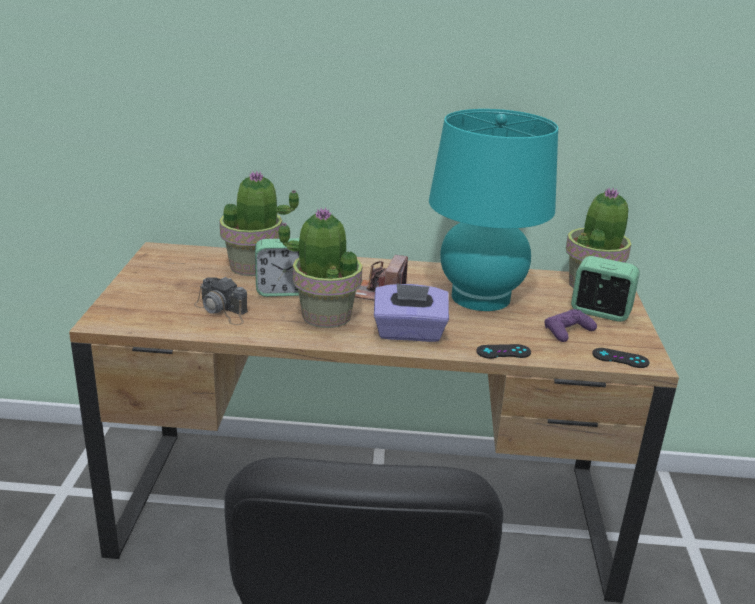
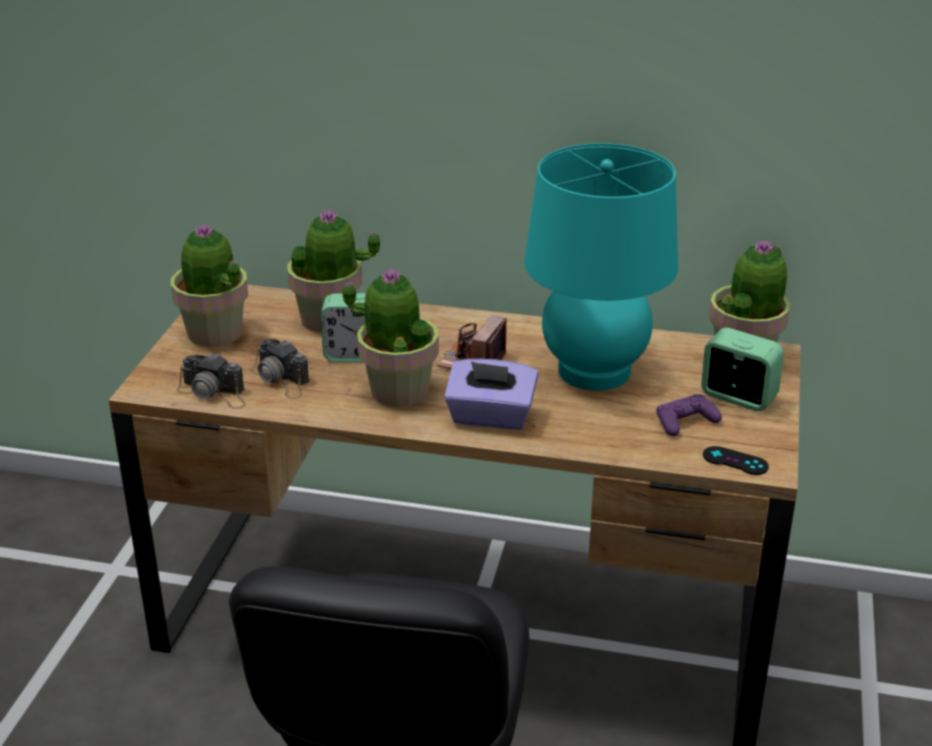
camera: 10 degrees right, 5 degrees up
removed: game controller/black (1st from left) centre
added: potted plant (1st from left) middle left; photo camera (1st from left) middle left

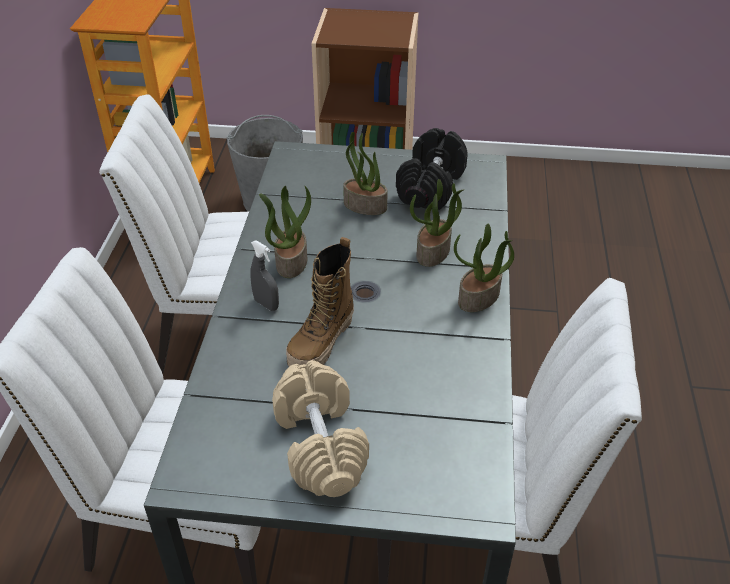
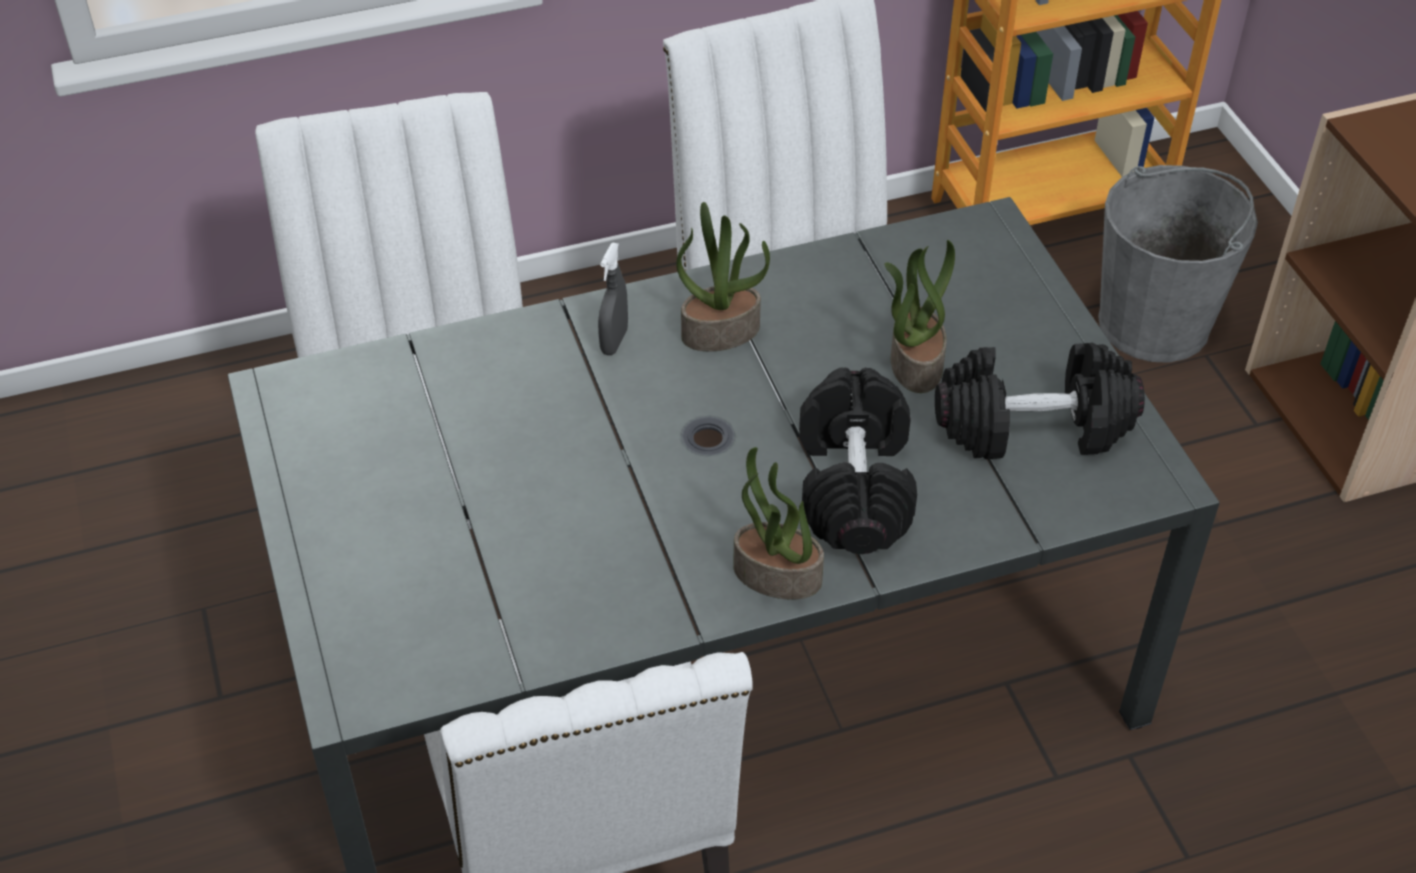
camera: 65 degrees right, 5 degrees up
removed: dumbbell/beige bottom centre; boot centre
replaced: potted plant (3rd from left) centre to dumbbell/black (1st from left) centre

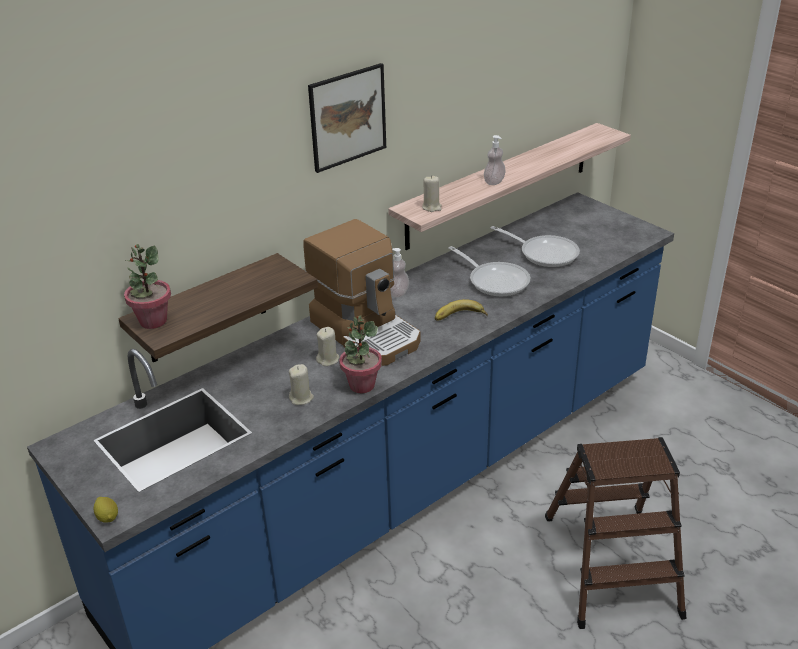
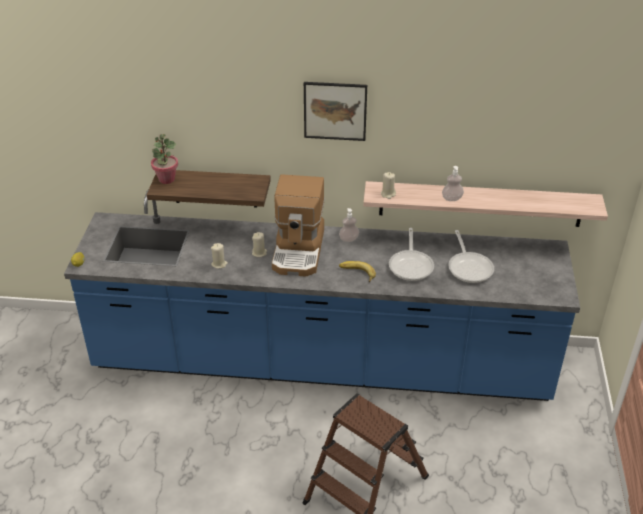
camera: 45 degrees right, 5 degrees up
removed: potted plant (2nd from left) centre

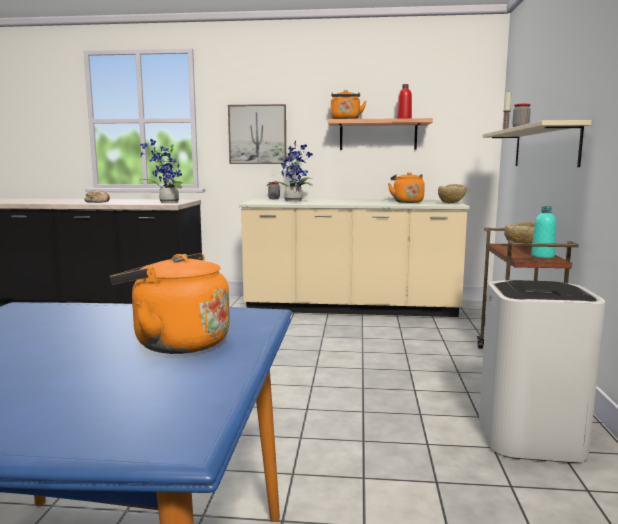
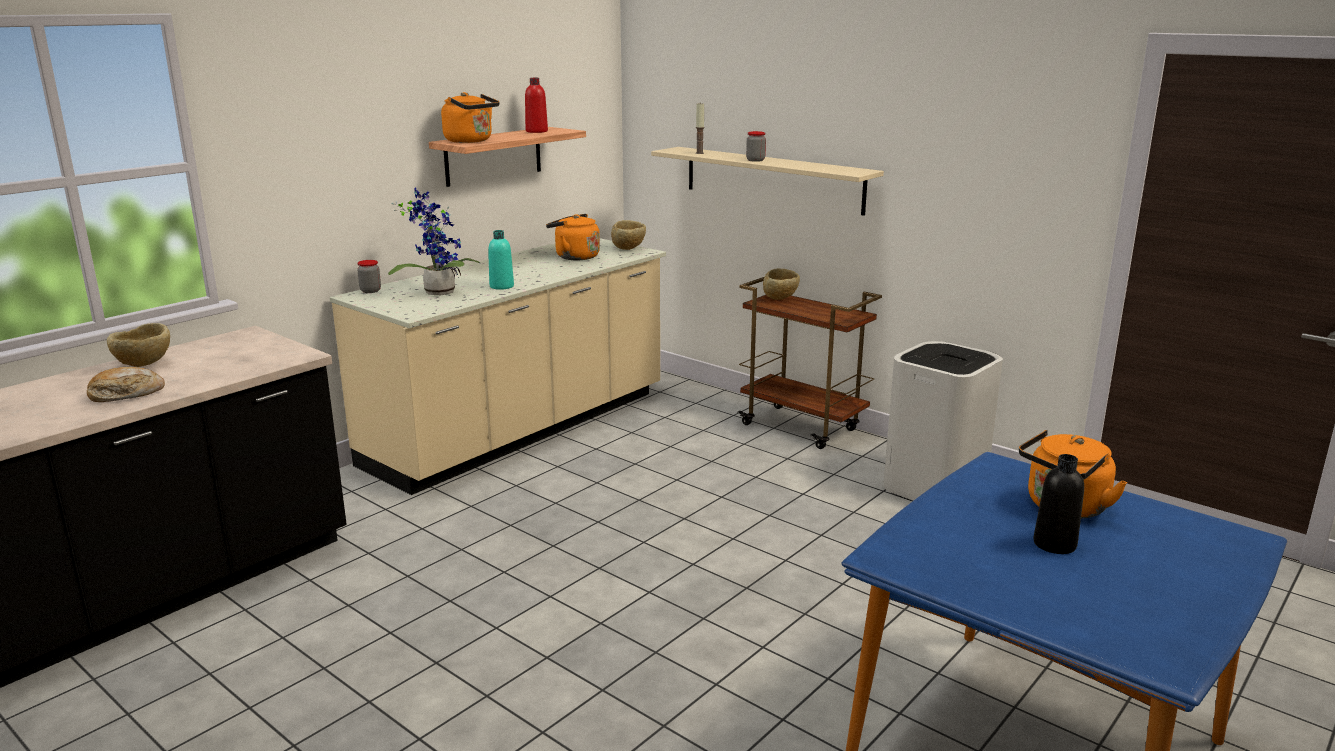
camera: 55 degrees left, 10 degrees up
removed: potted plant (1st from left) top left; picture top centre
added: bowl/beige (1st from left) middle left; bottle/black bottom right
moved: bottle/turquoise middle right to centre

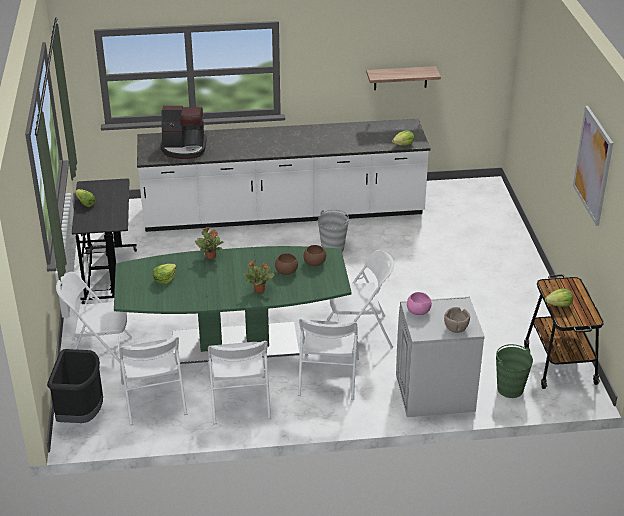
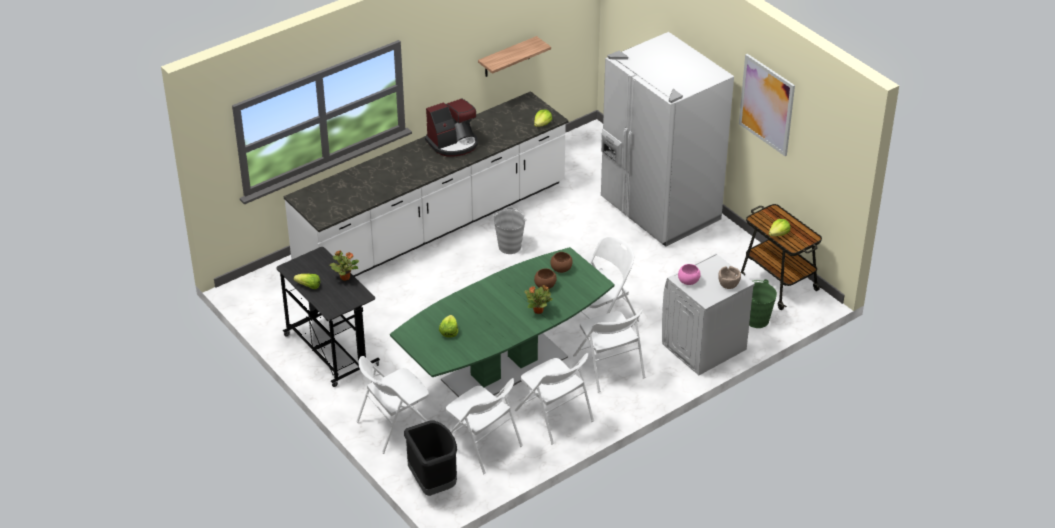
camera: 30 degrees left, 5 degrees up
added: fridge/white top centre
moved: potted plant (1st from left) centre to middle left; coffee machine top left to top centre

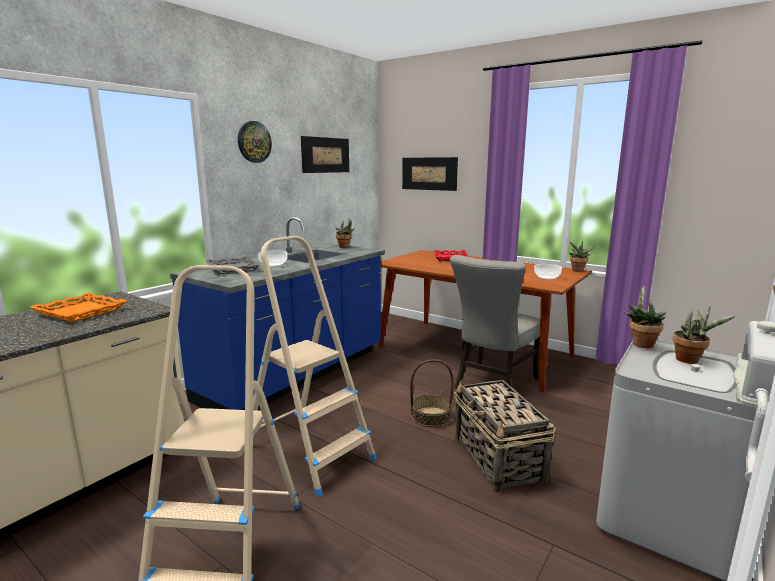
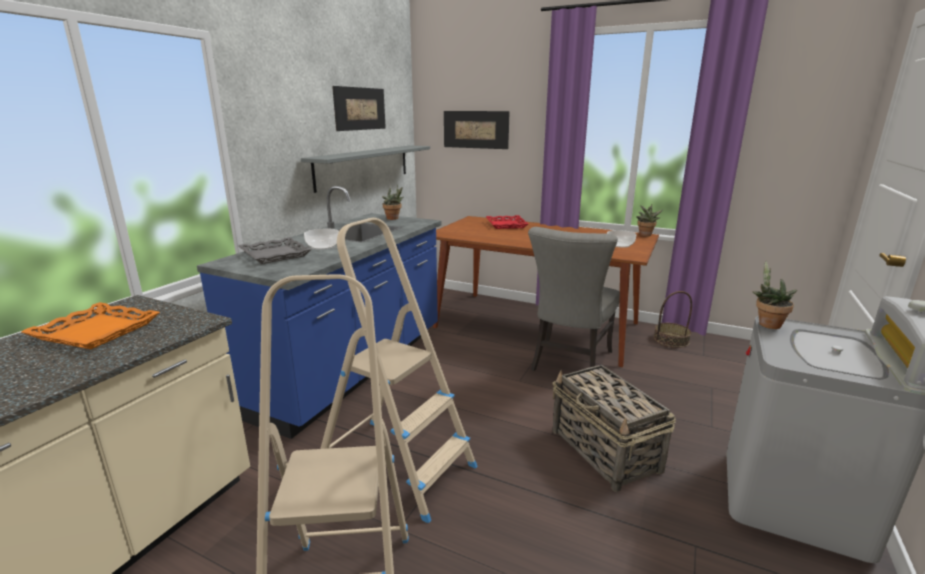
camera: 10 degrees left, 5 degrees up
removed: wall clock top left; potted plant (4th from left) middle right
added: shelf/grey top centre
moved: basket (1st from left in the first image) bottom centre to basket (2nd from left) middle right

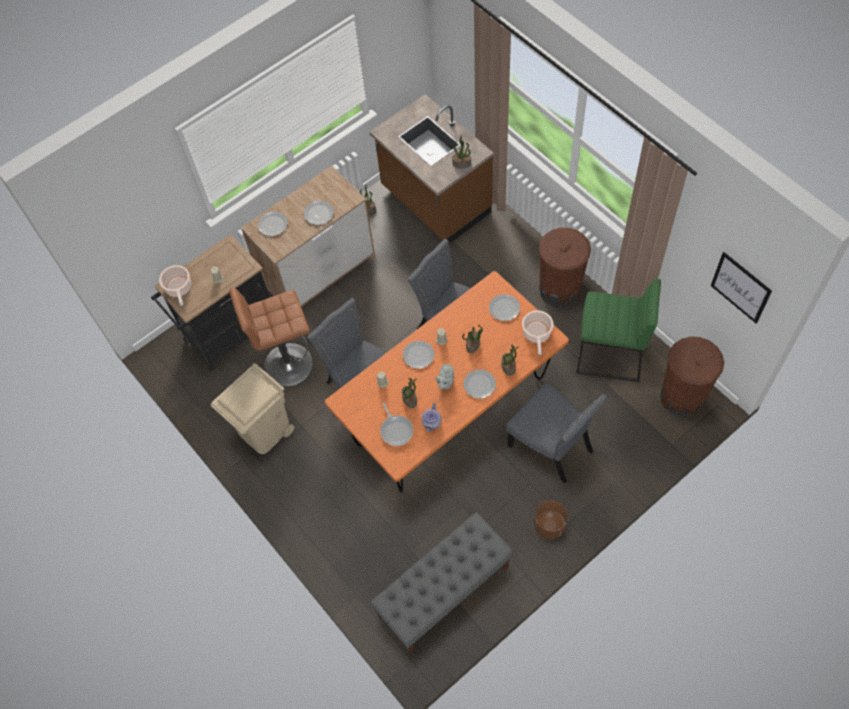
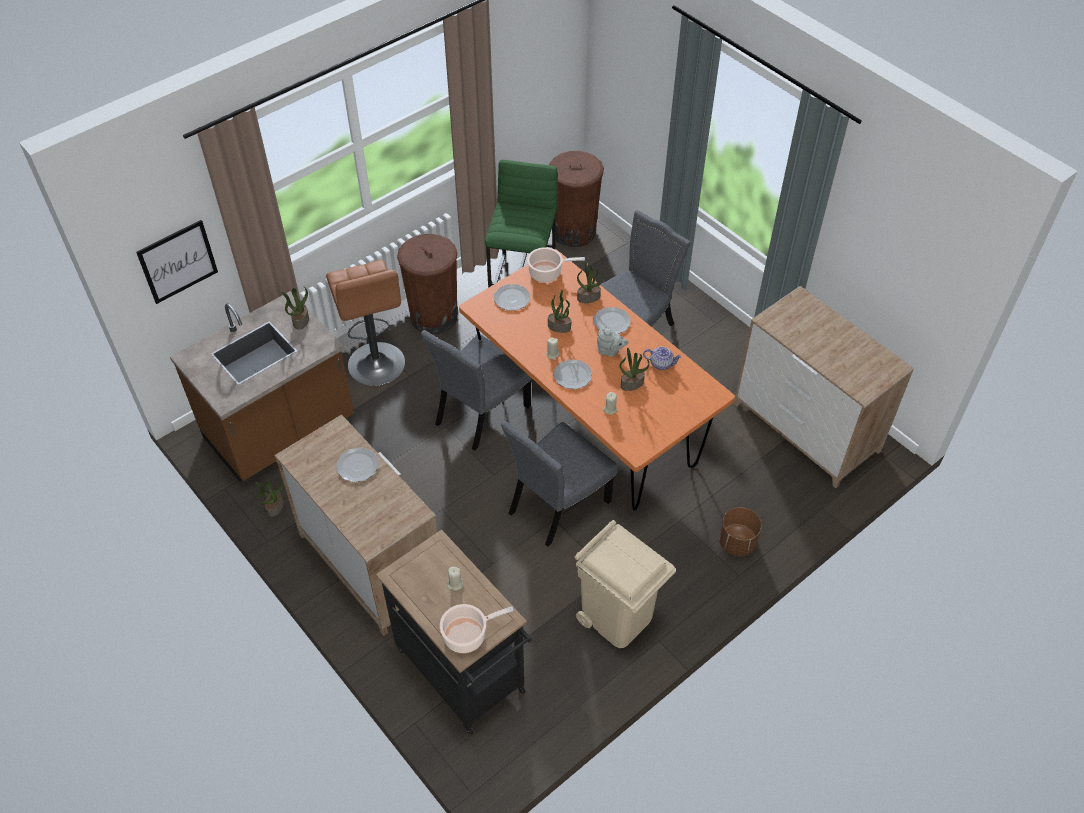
camera: 95 degrees left, 10 degrees down
removed: plate (1st from left) top left; frying pan centre
moved: picture middle right to top left; stool/brown middle left to centre; planter/brown bottom centre to middle right
replaced: bench/grey bottom centre to dresser (2nd from left) middle right

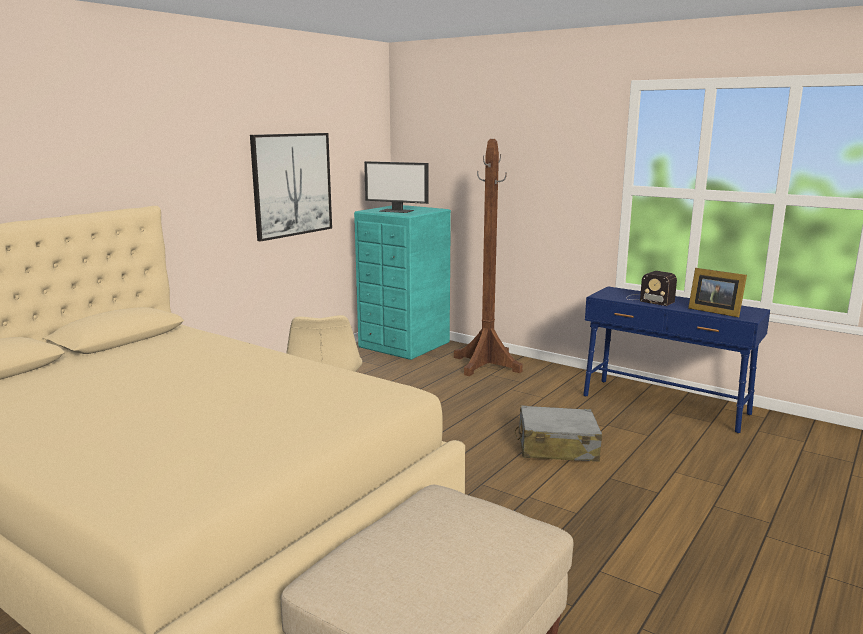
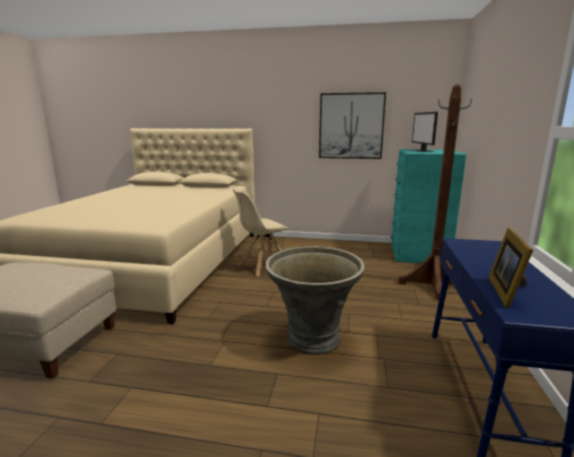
camera: 65 degrees right, 0 degrees up
removed: radio middle right
replaced: suitcase/grey bottom centre to planter/grey centre

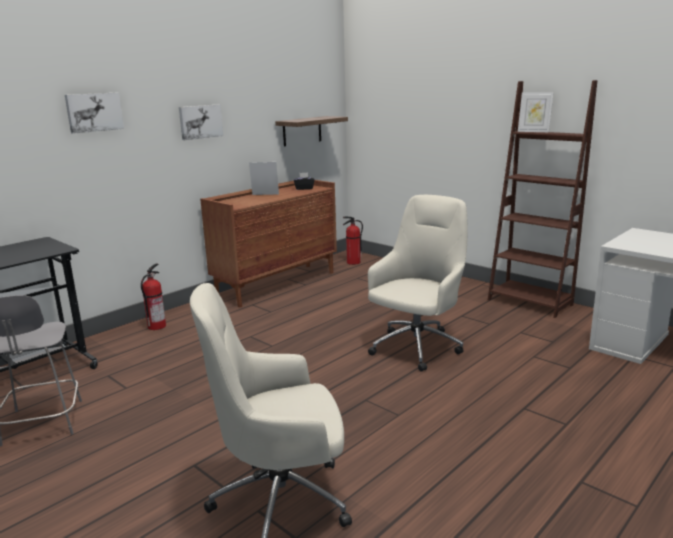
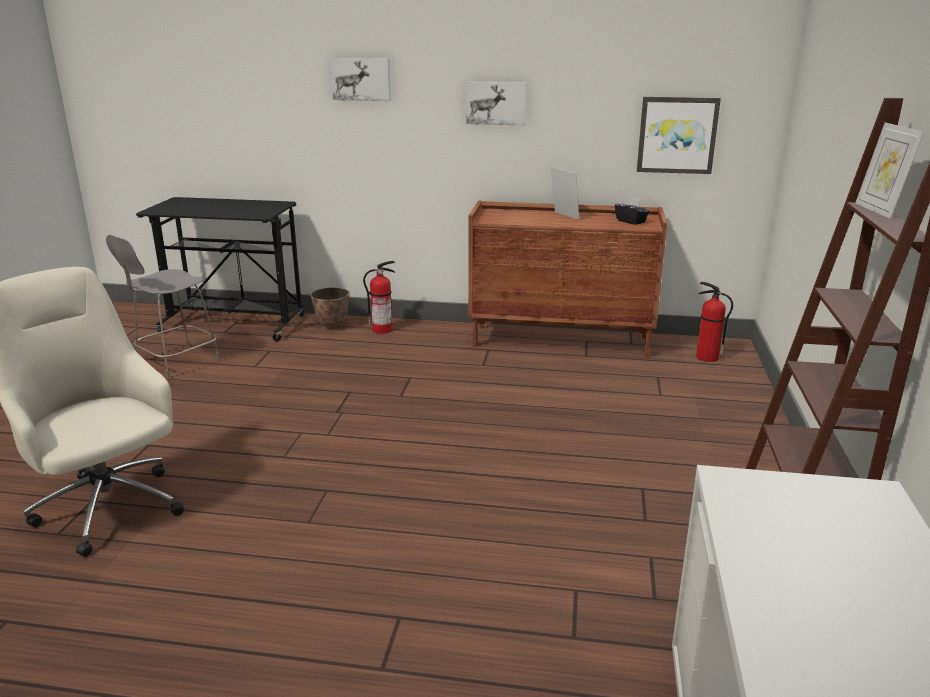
camera: 55 degrees right, 5 degrees up
removed: office chair/beige (2nd from left) centre
added: planter centre
replaced: shelf top centre to picture (3rd from left) top right

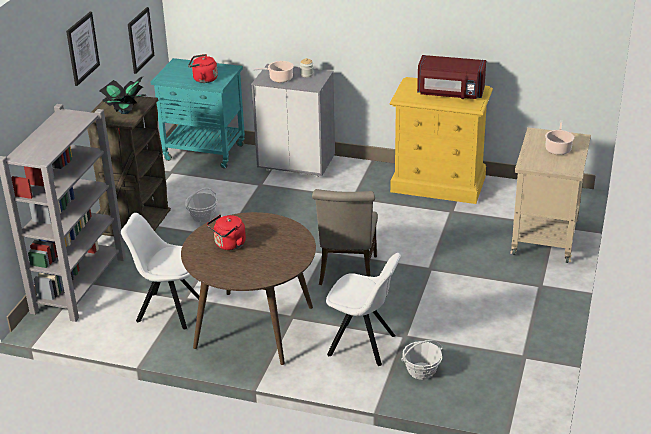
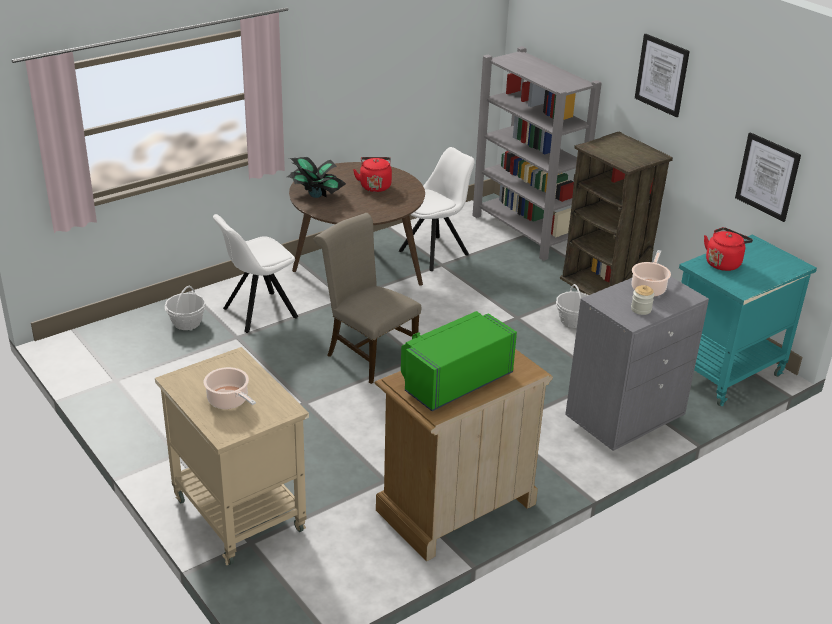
camera: 125 degrees right, 0 degrees up
moved: potted plant top left to top centre
recoloured: dresser/yellow top right to dresser/brown bottom centre; microwave/red top right to microwave/green centre

